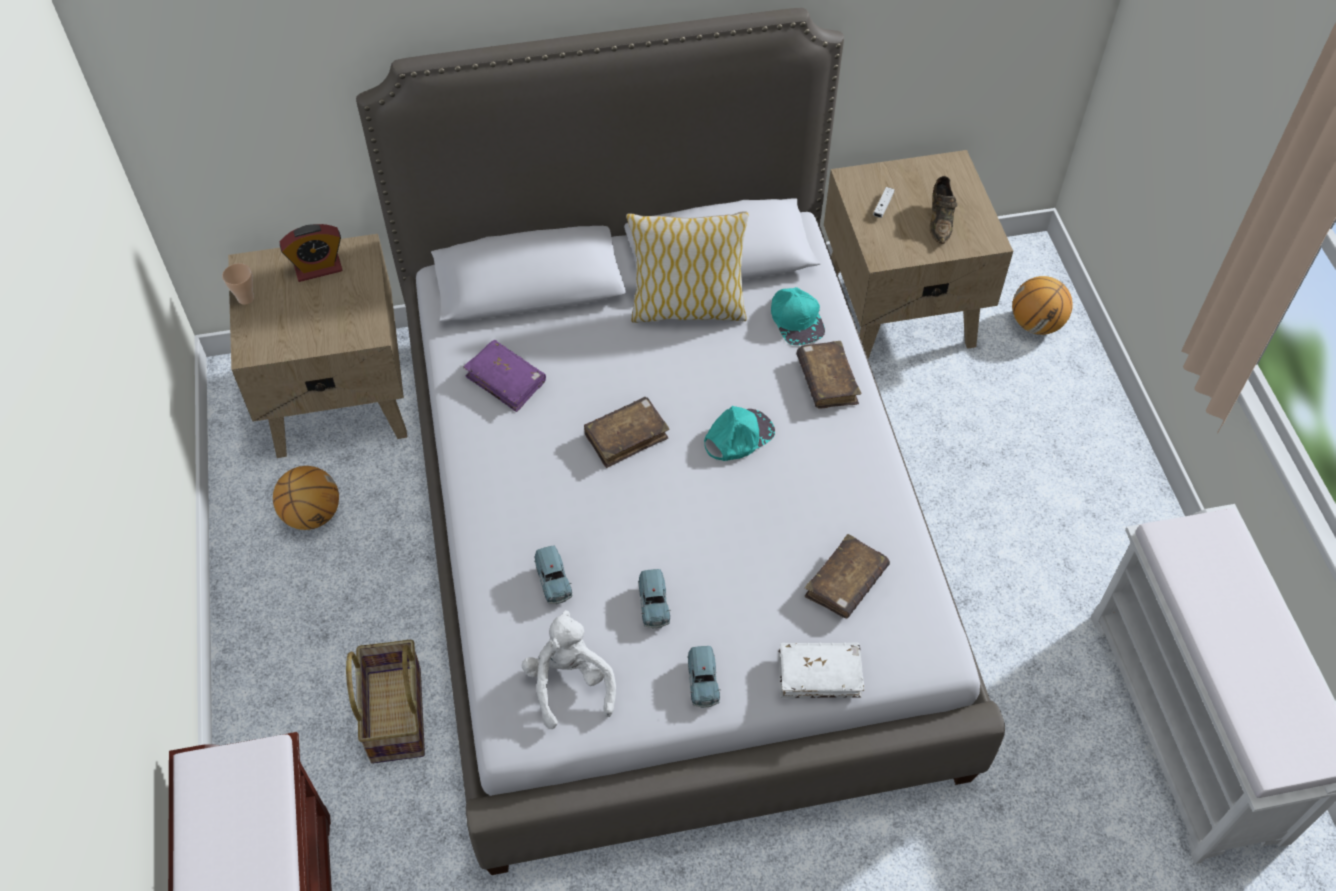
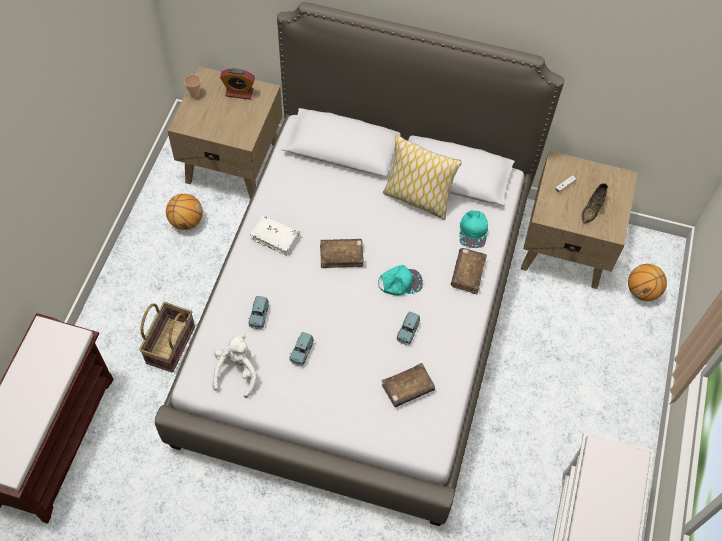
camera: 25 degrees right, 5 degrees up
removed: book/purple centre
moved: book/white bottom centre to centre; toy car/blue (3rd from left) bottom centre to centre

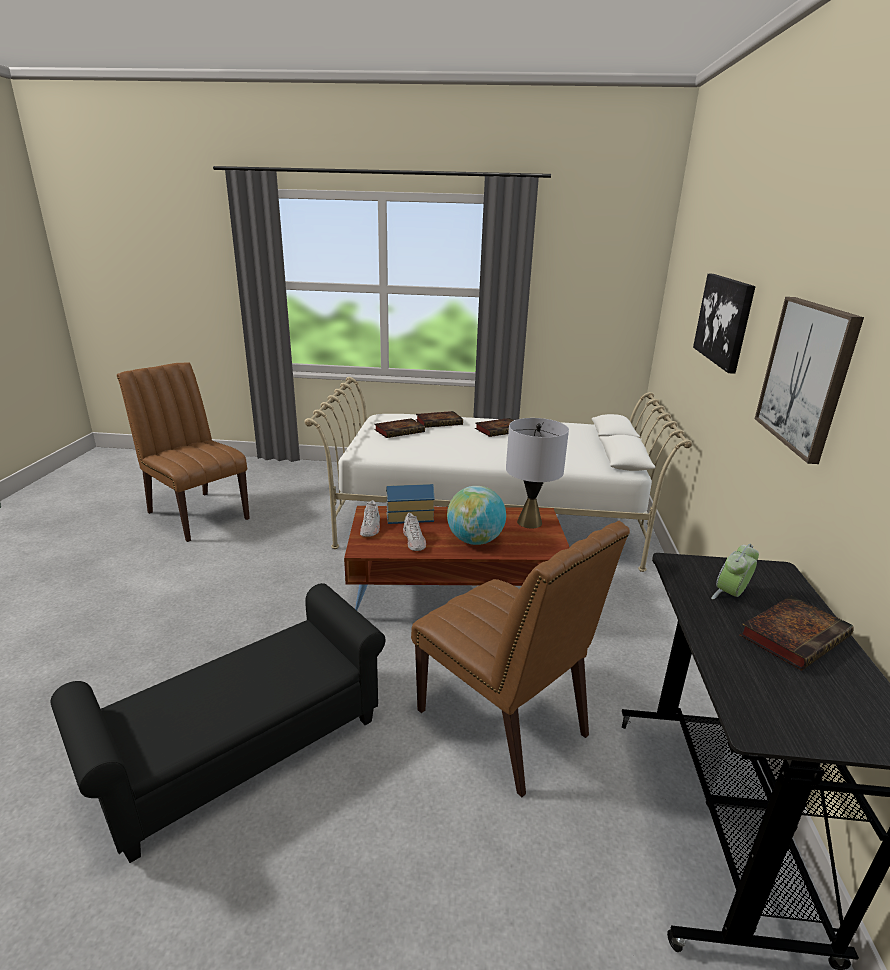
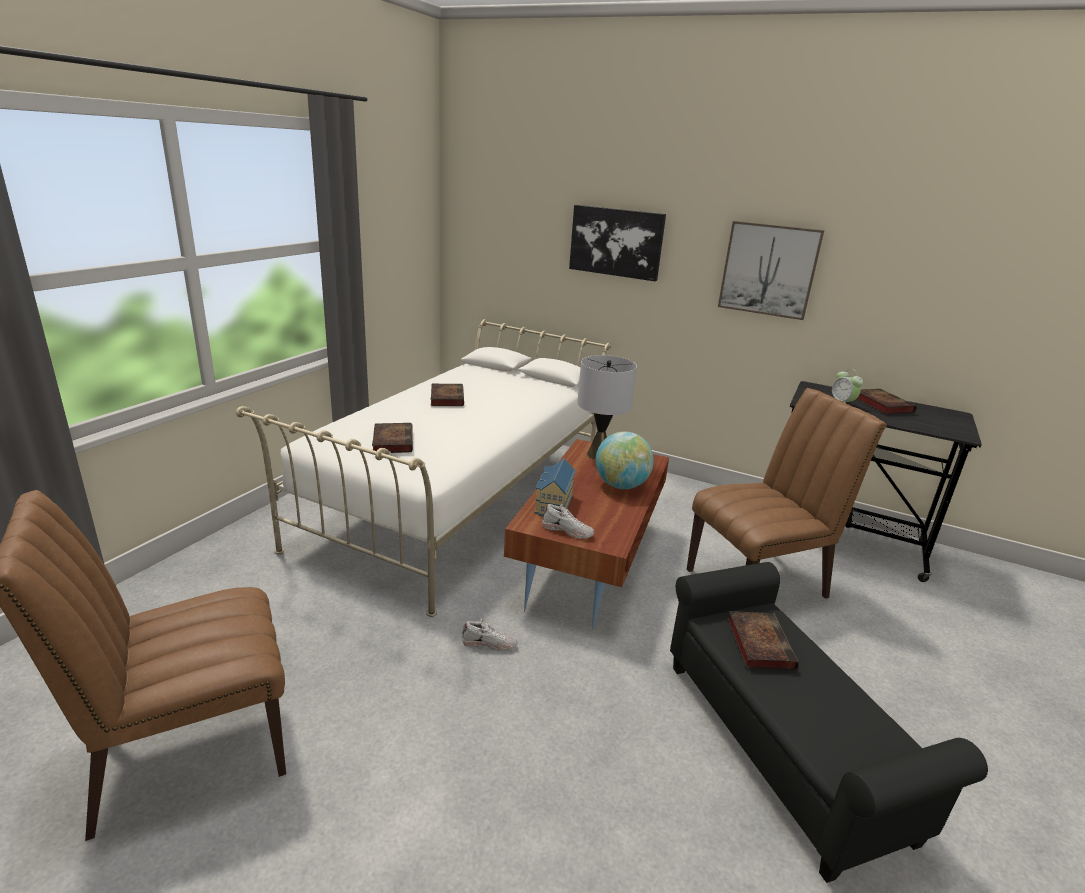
camera: 70 degrees left, 0 degrees up
moved: shoe/white (2nd from left in the first image) centre to shoe/white (1st from left) bottom centre; book (2nd from left in the first image) centre to book (3rd from left) bottom right

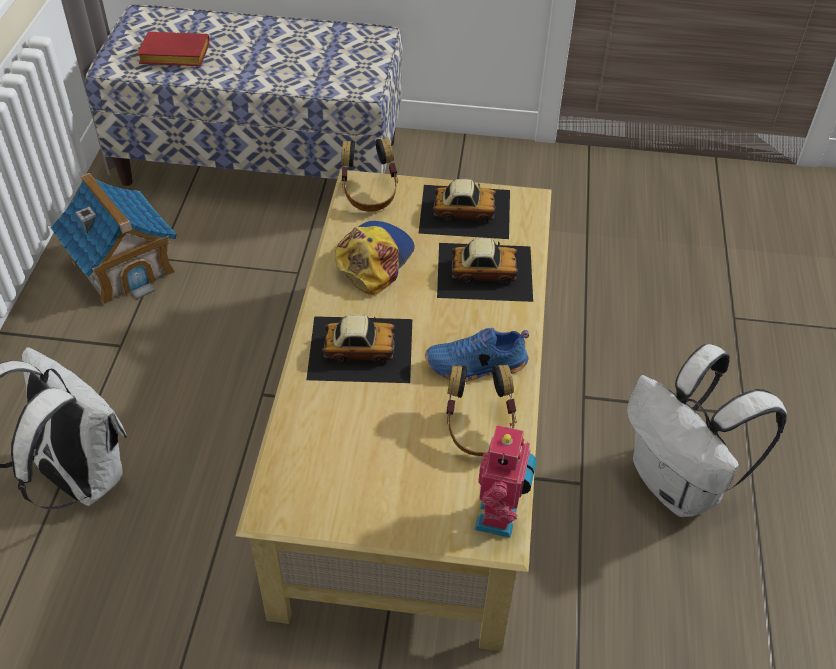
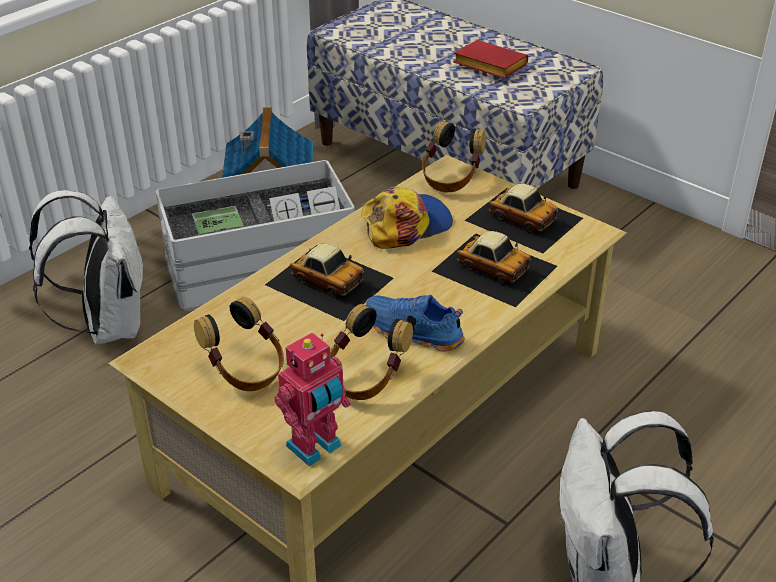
camera: 35 degrees right, 10 degrees down
added: storage box/grey middle left; headphones (1st from left) middle left
moved: book/red top left to top centre

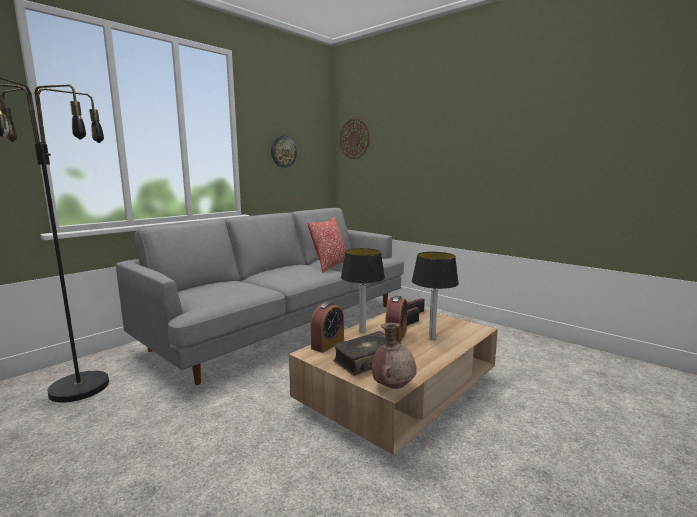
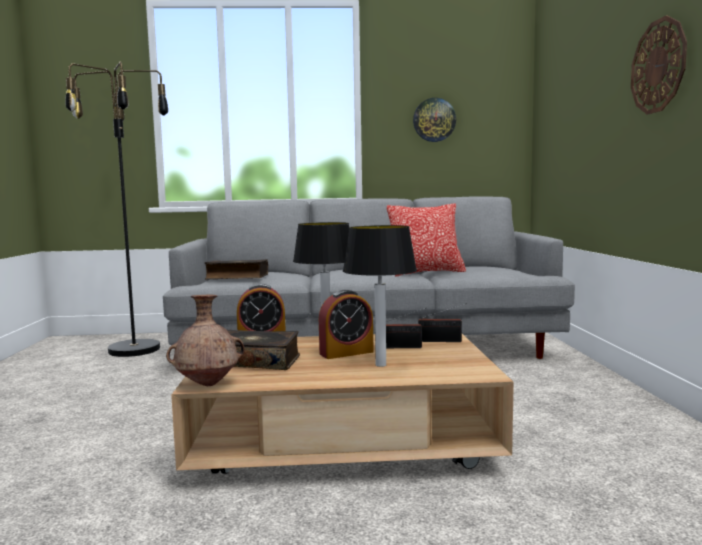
camera: 45 degrees right, 5 degrees down
added: book (1st from left) centre
moved: wall clock (2nd from left) top centre to top right

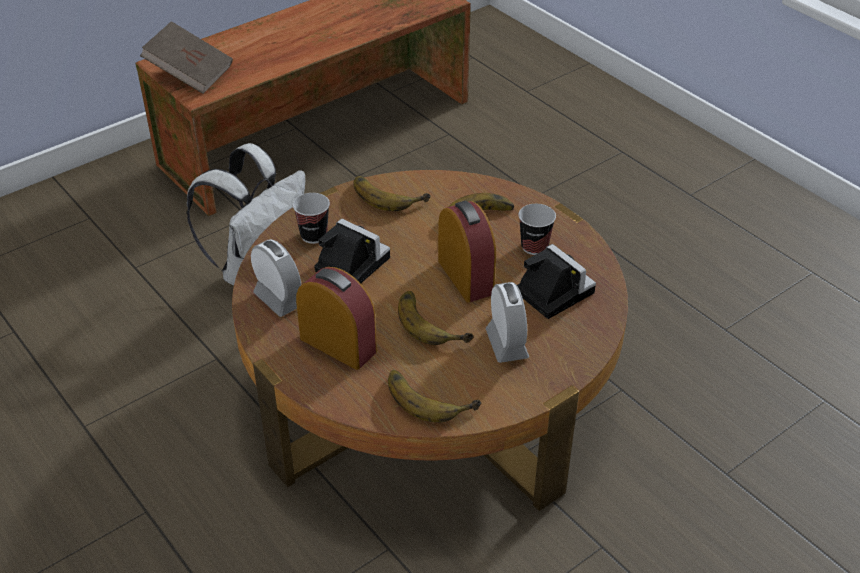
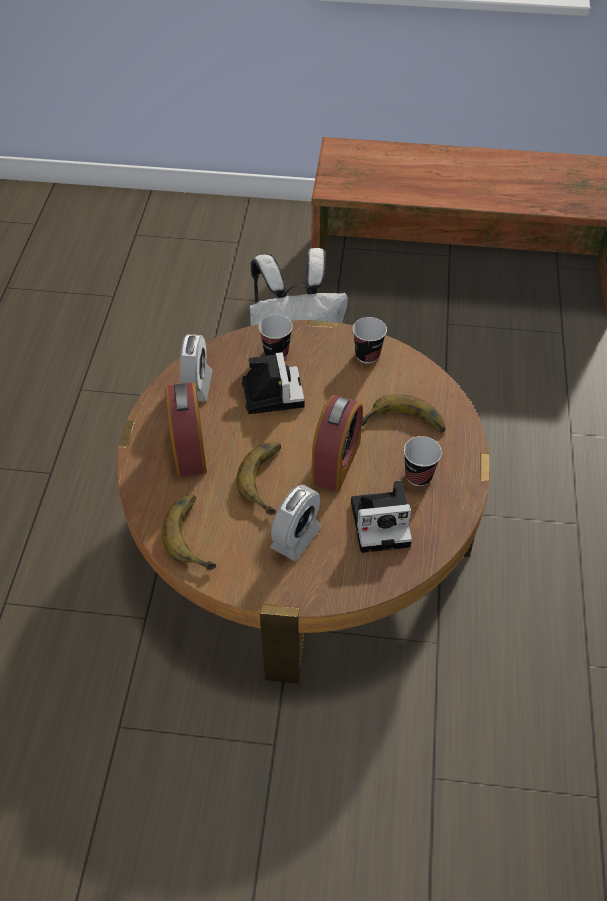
camera: 45 degrees right, 10 degrees up
removed: book/brown top left
replaced: banana (1st from left) centre to cup (2nd from left) centre
turned: photo camera (2nd from left) centre = centre 75 degrees clockwise

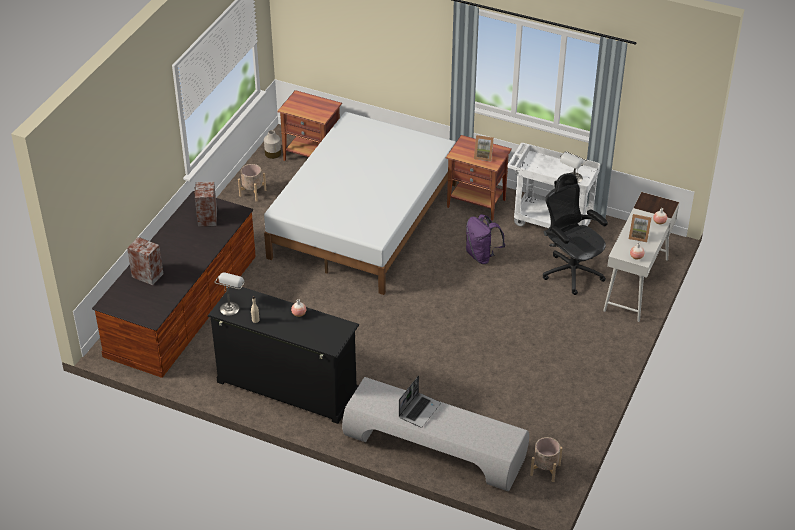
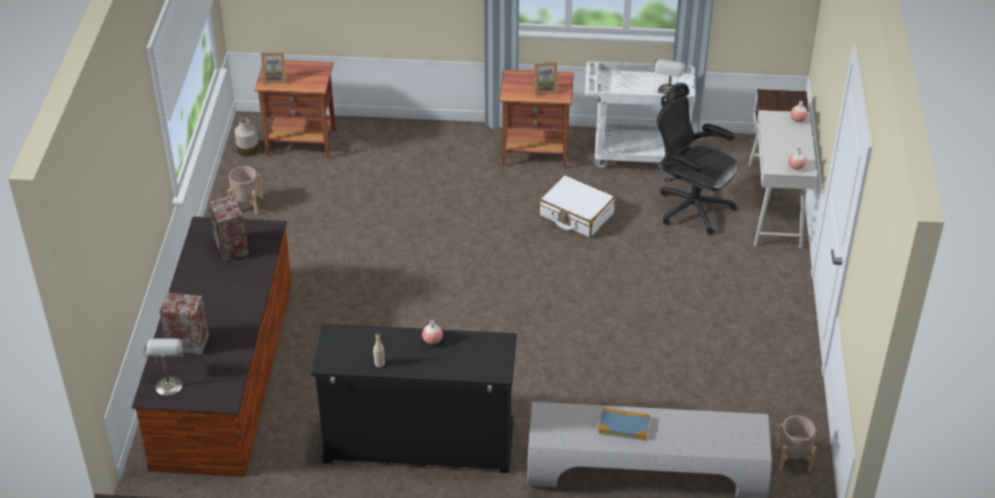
camera: 20 degrees left, 0 degrees up
removed: bed/white centre
moved: table lamp/white (1st from left) middle left to bottom left; picture frame (2nd from left in the first image) middle right to picture frame (1st from left) top left
replaced: backpack/purple centre to suitcase/white centre; laptop bottom centre to book bottom centre

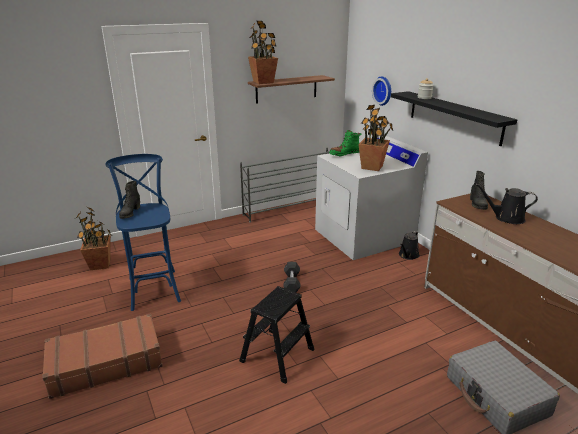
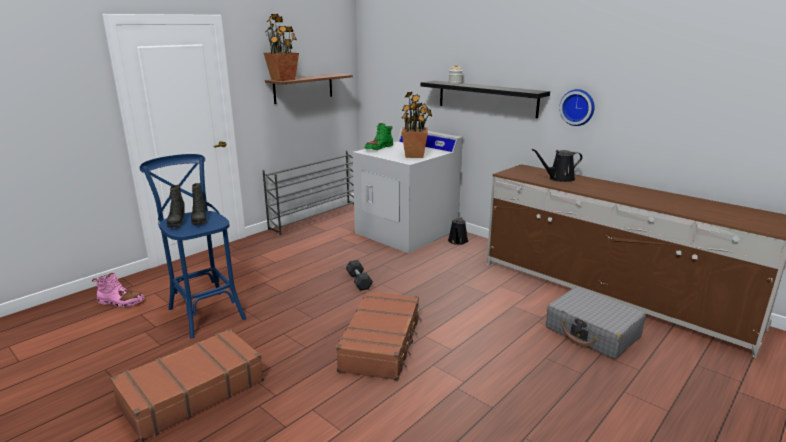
camera: 20 degrees left, 5 degrees down
moved: boot/black (2nd from left) middle right to middle left; wall clock top centre to top right
replaced: potted plant (1st from left) middle left to boot/pink middle left; step ladder/black bottom centre to suitcase/brown (2nd from left) bottom centre

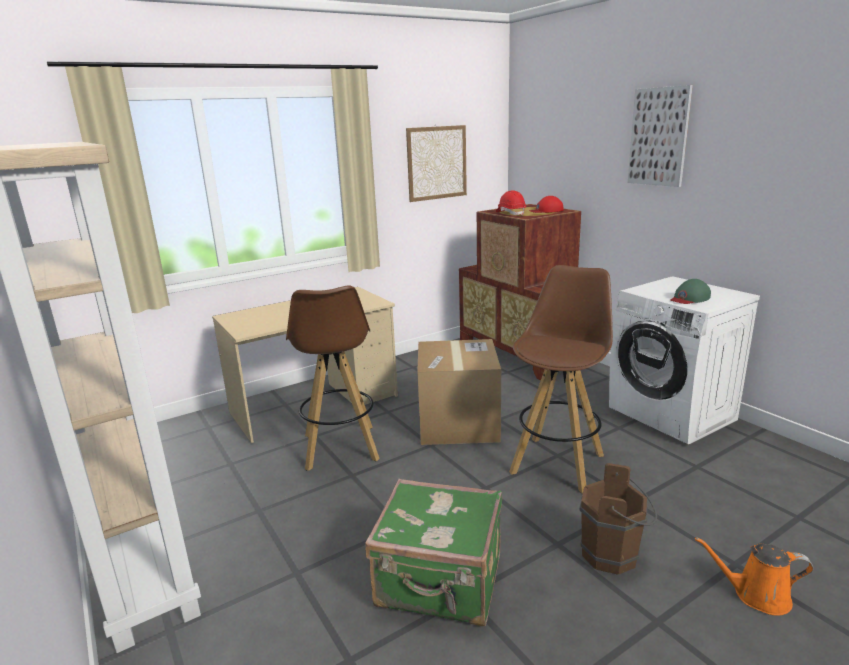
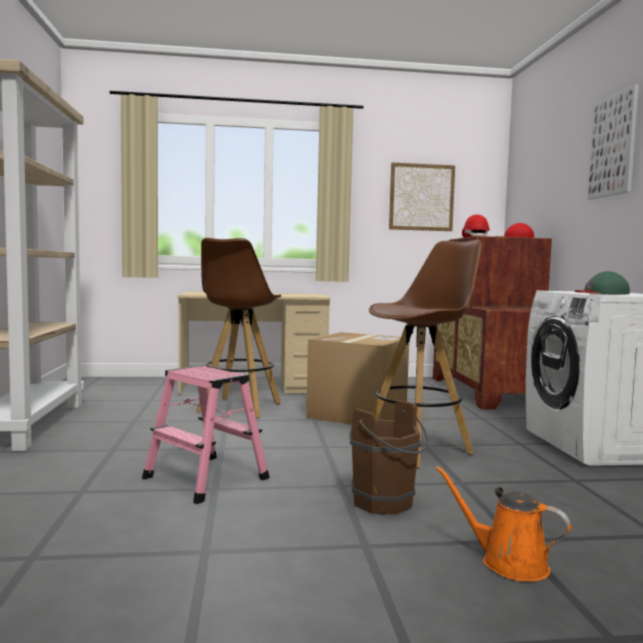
camera: 25 degrees right, 15 degrees down
replaced: suitcase/green bottom centre to step ladder/pink bottom left

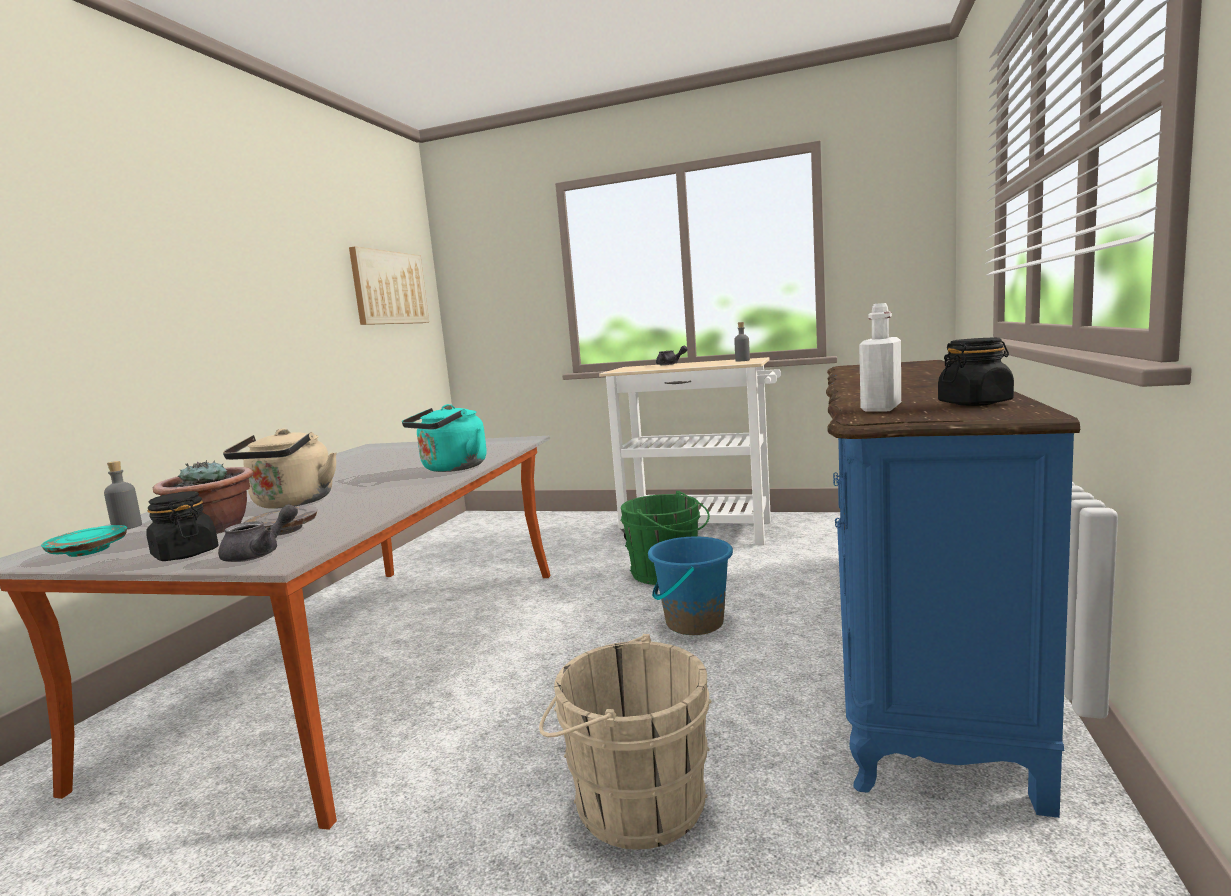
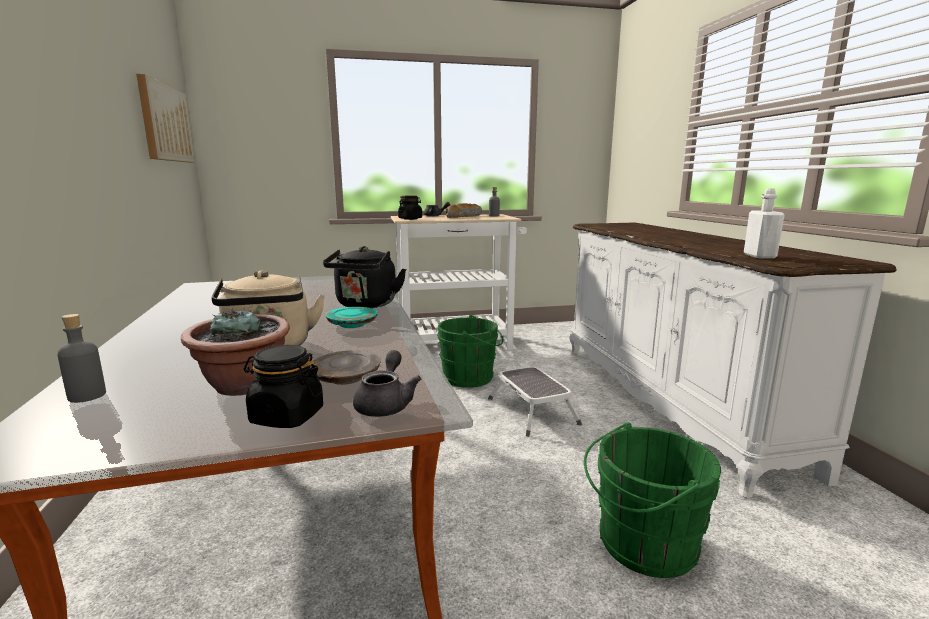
camera: 30 degrees left, 5 degrees up
added: bread centre
moved: plate/turquoise middle left to centre; jar/black (2nd from left) middle right to centre
replaced: bucket/blue centre to step ladder/grey centre
recoloured: kettle/turquoise centre to kettle/black centre; cabinet/blue middle right to cabinet/white middle right; bucket/beige bottom centre to bucket/green (2nd from left) bottom right

